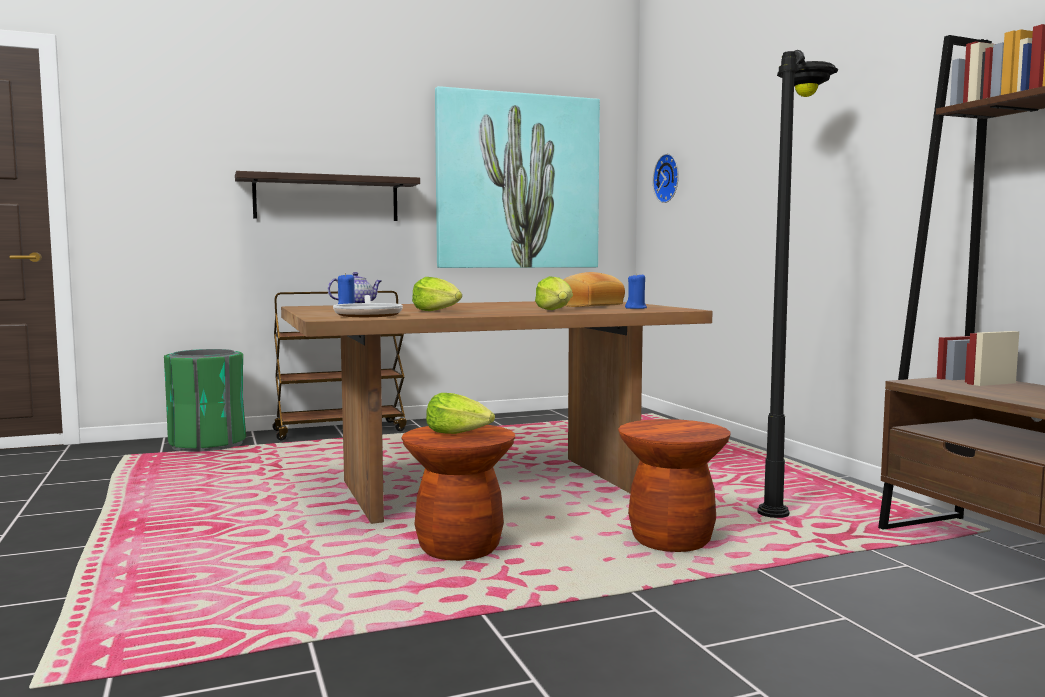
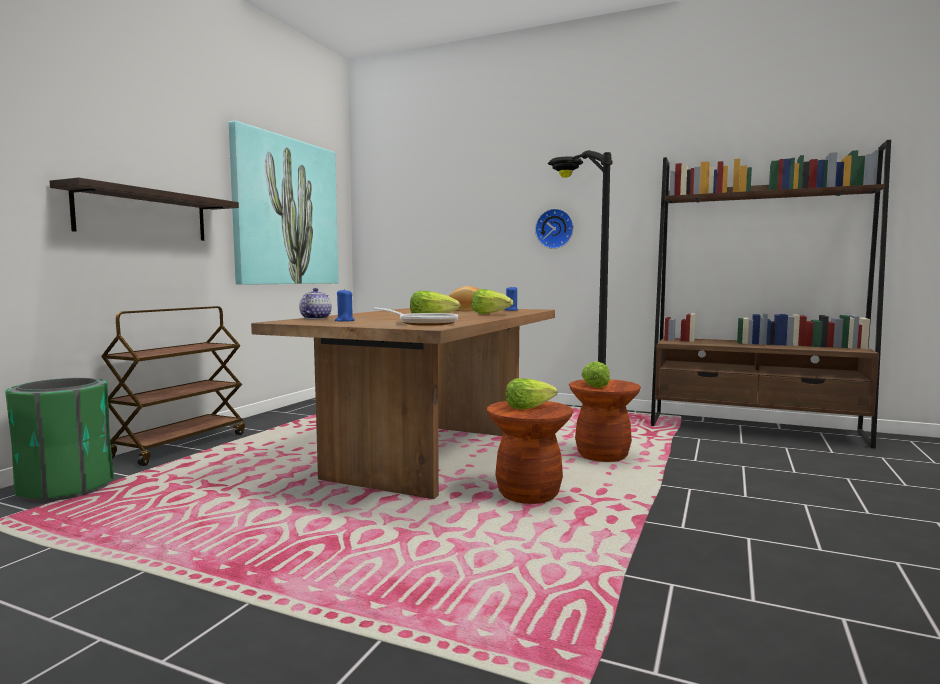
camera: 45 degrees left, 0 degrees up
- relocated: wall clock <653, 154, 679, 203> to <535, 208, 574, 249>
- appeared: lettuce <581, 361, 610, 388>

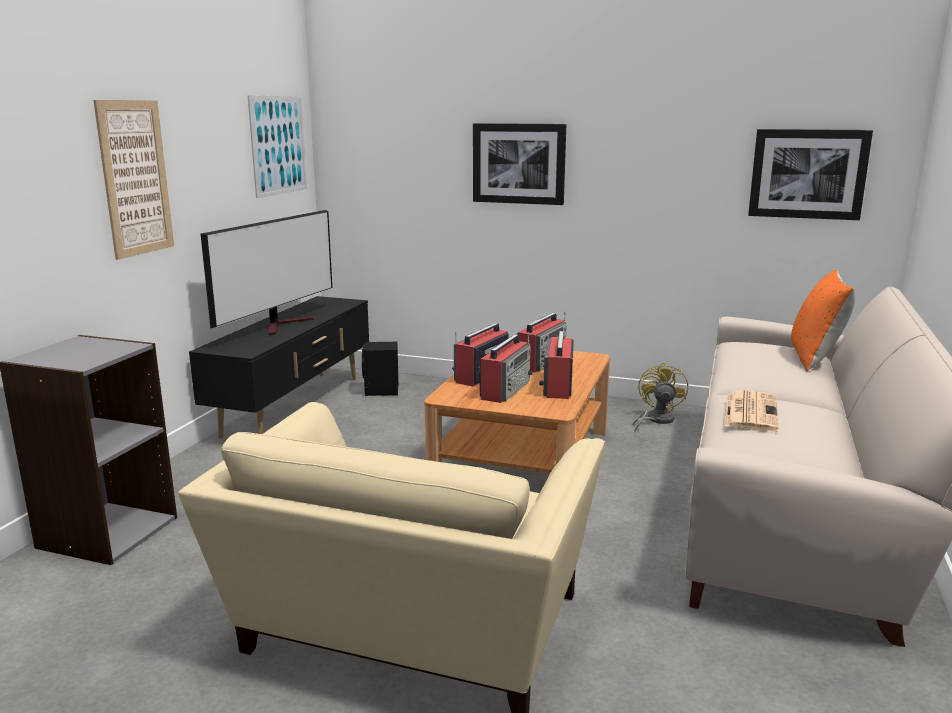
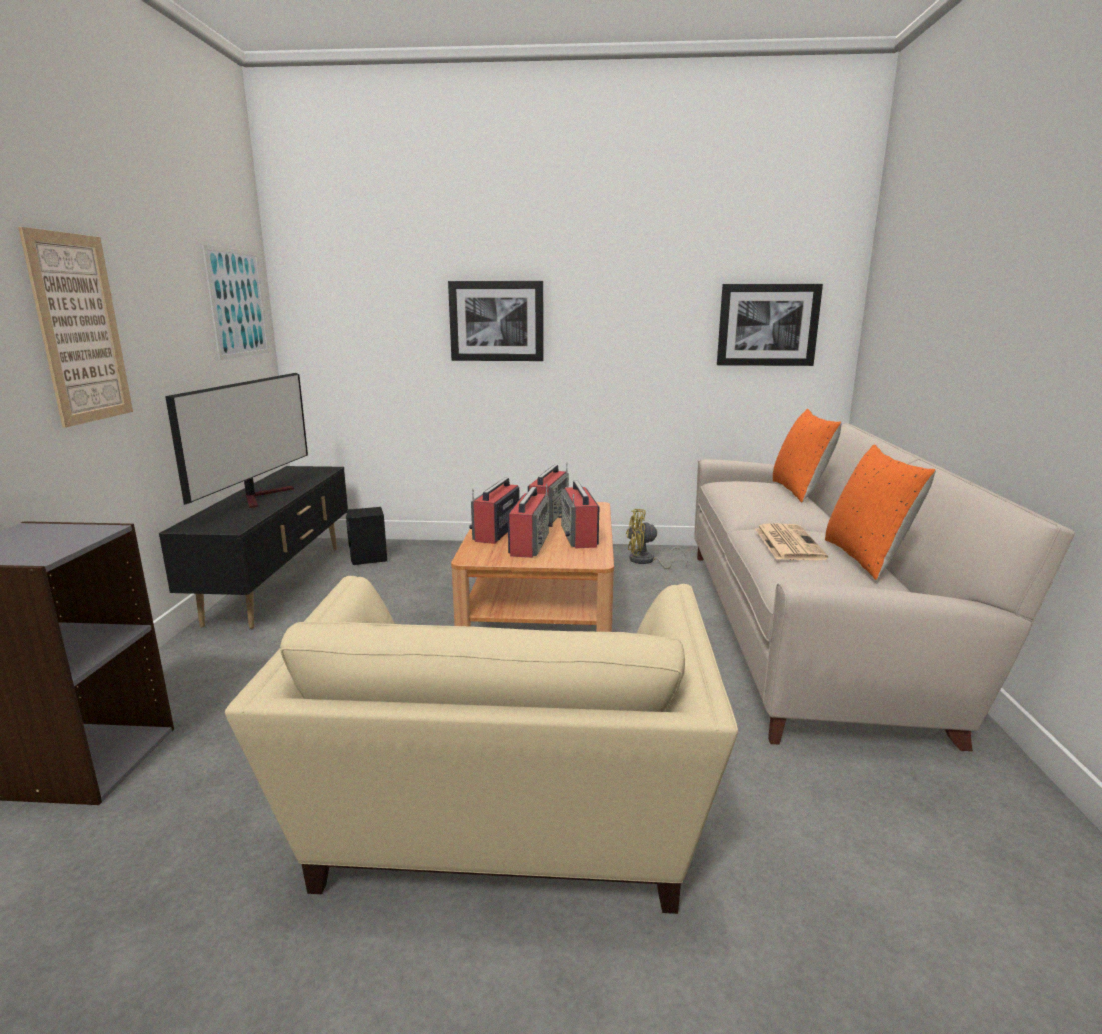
camera: 15 degrees left, 0 degrees up
- spun: yellow fan <632, 362, 688, 432> = <626, 509, 687, 569> 90 degrees counterclockwise
- appeared: orange pillow <825, 444, 936, 580>

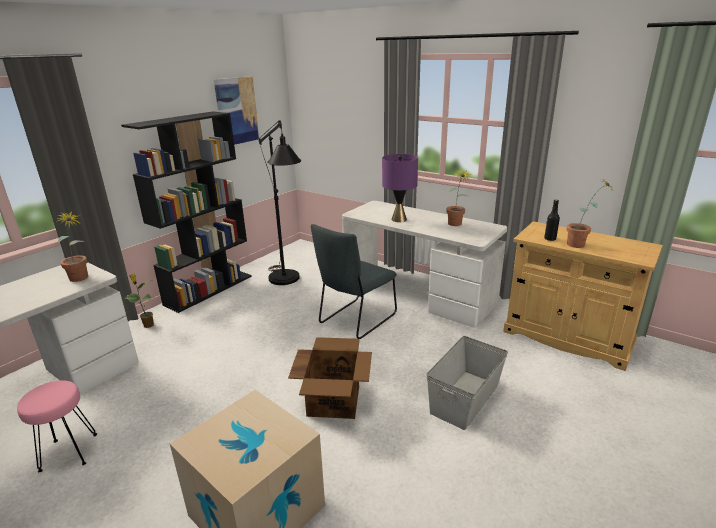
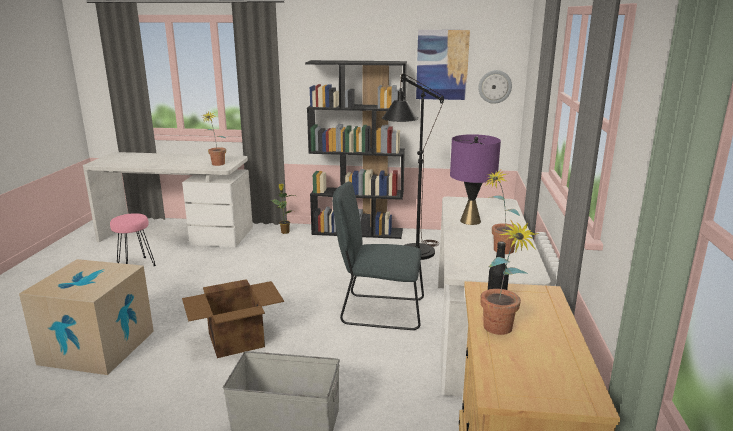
camera: 60 degrees right, 5 degrees down
- appeared: wall clock <478, 70, 512, 104>

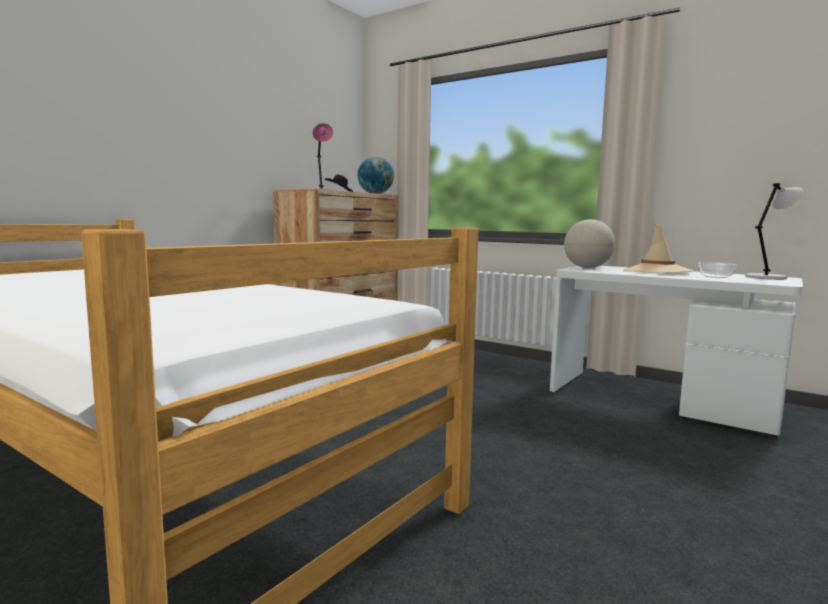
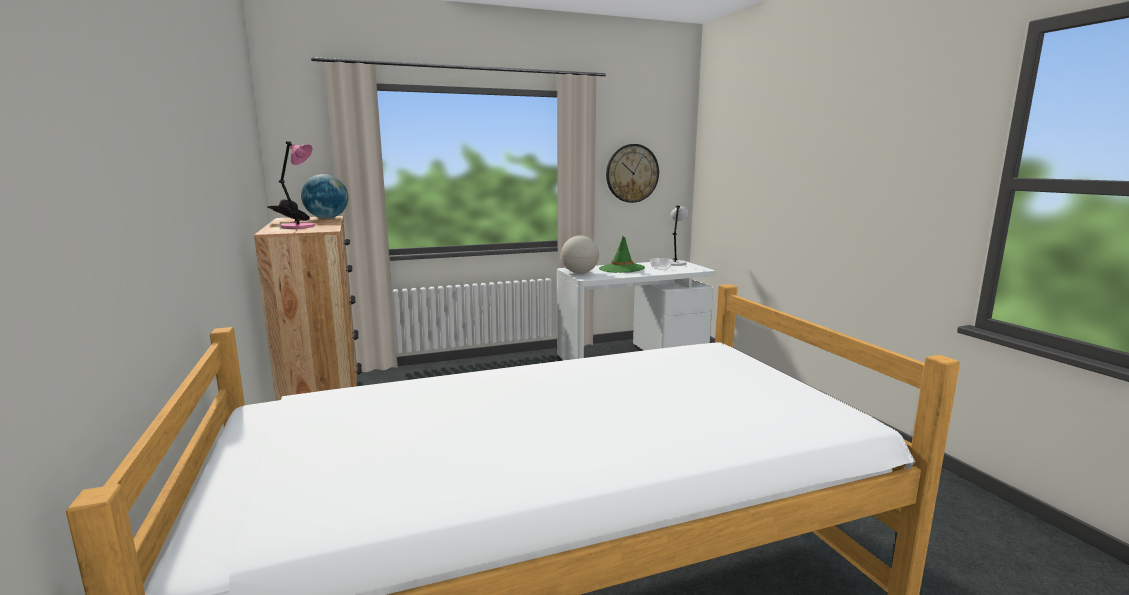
camera: 55 degrees left, 5 degrees up
- colour: beige hat <623, 223, 693, 273> to green hat <599, 236, 645, 273>
- appeared: wall clock <606, 144, 659, 203>

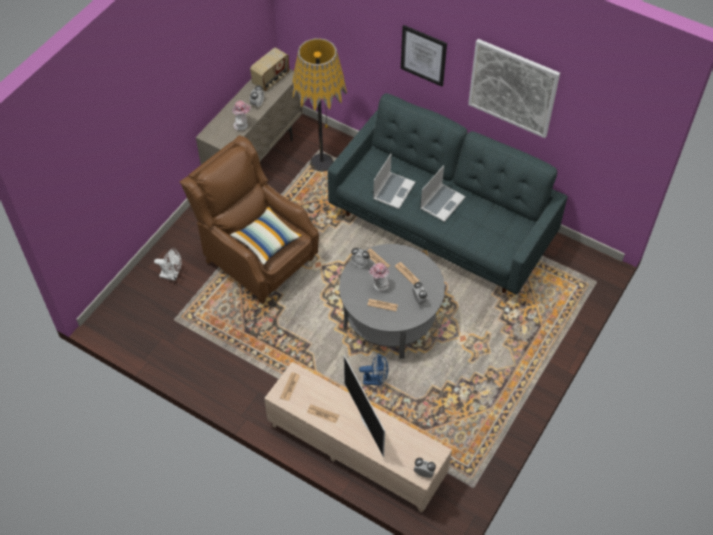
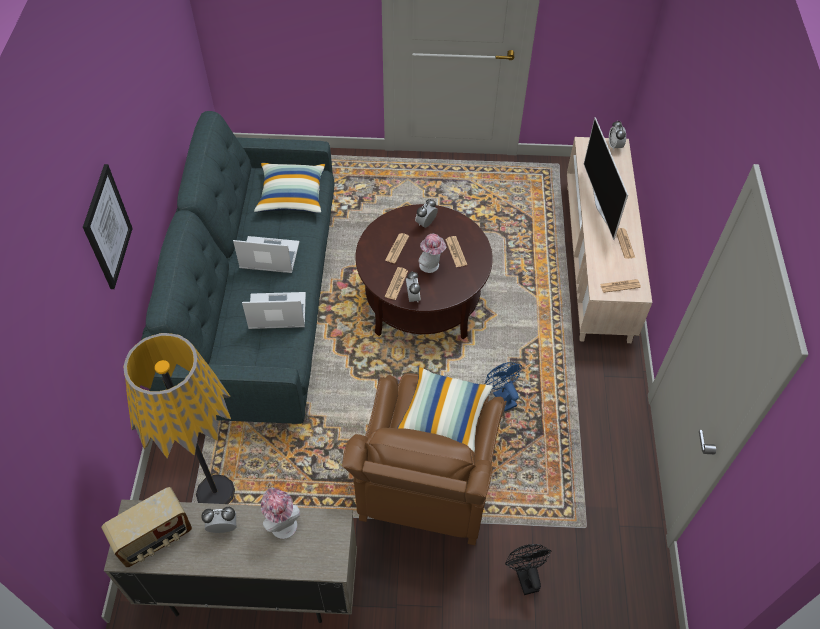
camera: 120 degrees left, 0 degrees up
- colour: white fan <154, 248, 182, 281> to black fan <505, 544, 551, 595>
- spun: radio <250, 47, 289, 91> = <101, 487, 192, 567> 135 degrees clockwise
- colour: grey coffee table <339, 244, 445, 359> to brown coffee table <355, 204, 493, 339>
- spun: television <344, 355, 385, 457> = <584, 117, 628, 240> 135 degrees clockwise
- relocated: blue fan <359, 353, 388, 386> to <485, 362, 522, 411>
- missing: picture <468, 39, 560, 138>
- appeared: pillow <254, 162, 325, 213>

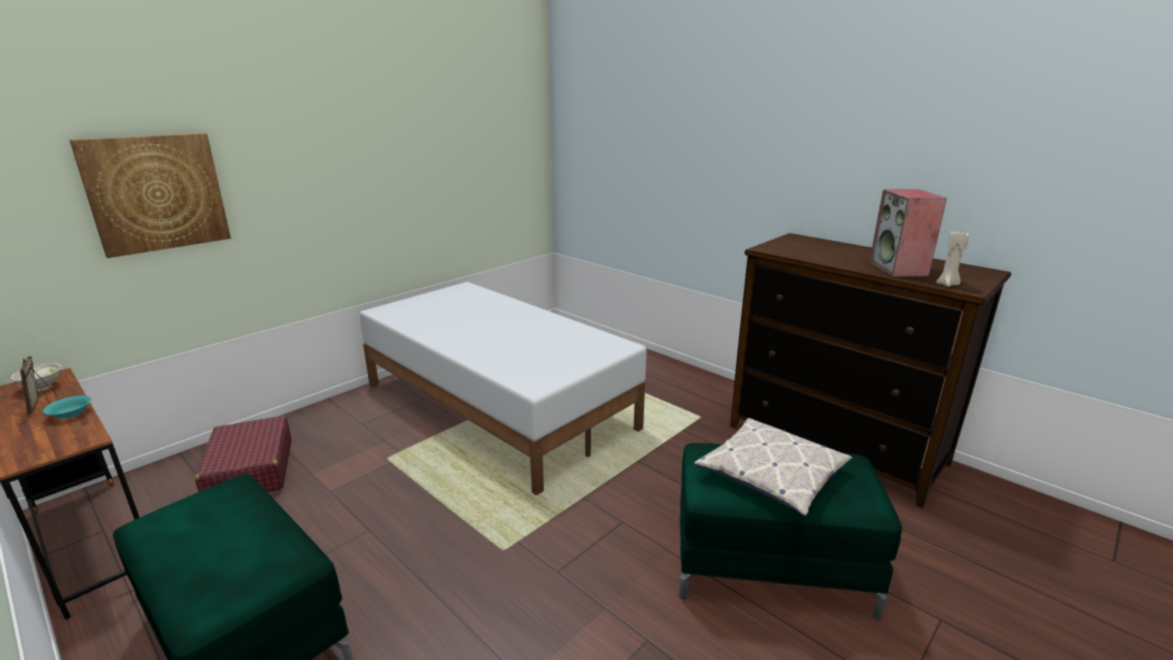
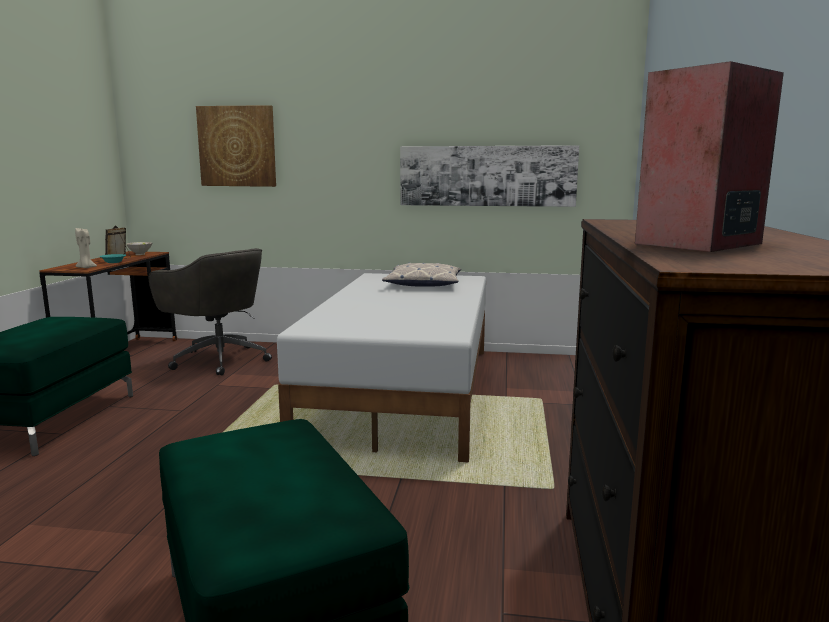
camera: 55 degrees right, 10 degrees down
- exchanged: red suitcase <195, 416, 291, 492> to grey office chair <149, 248, 272, 375>
- relocated: pillow <694, 418, 852, 516> to <382, 262, 461, 287>
- relocated: beige candle <936, 230, 969, 287> to <75, 228, 97, 268>
- appeared: picture <400, 145, 579, 207>

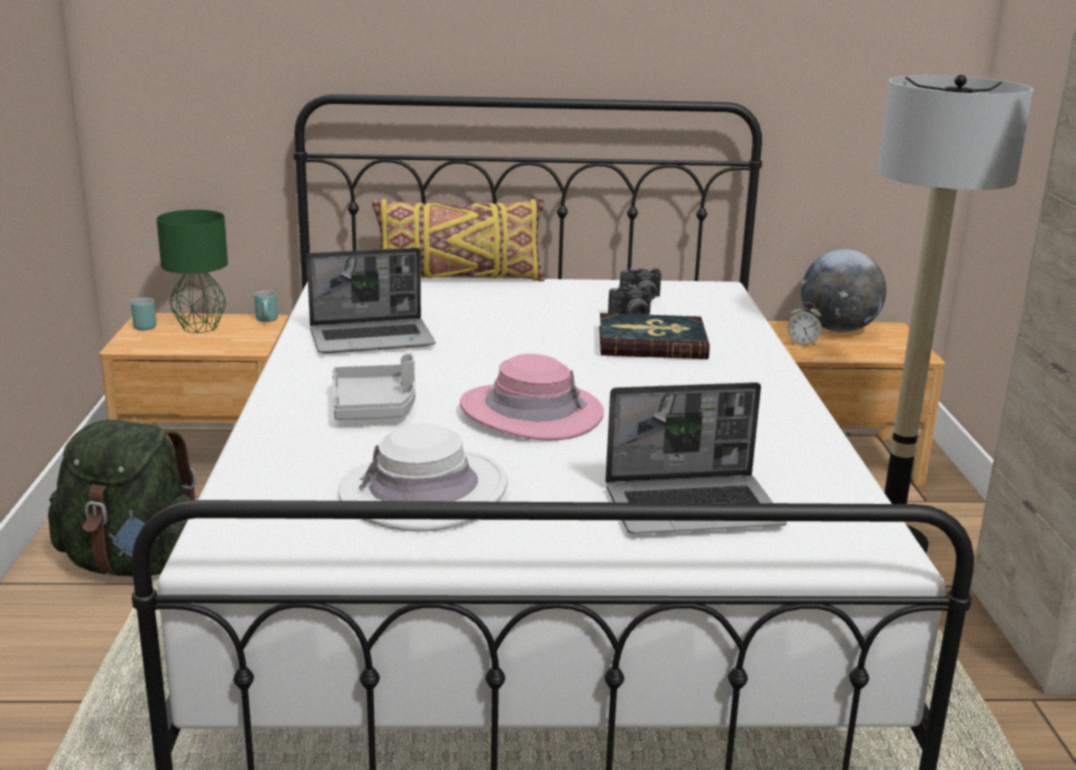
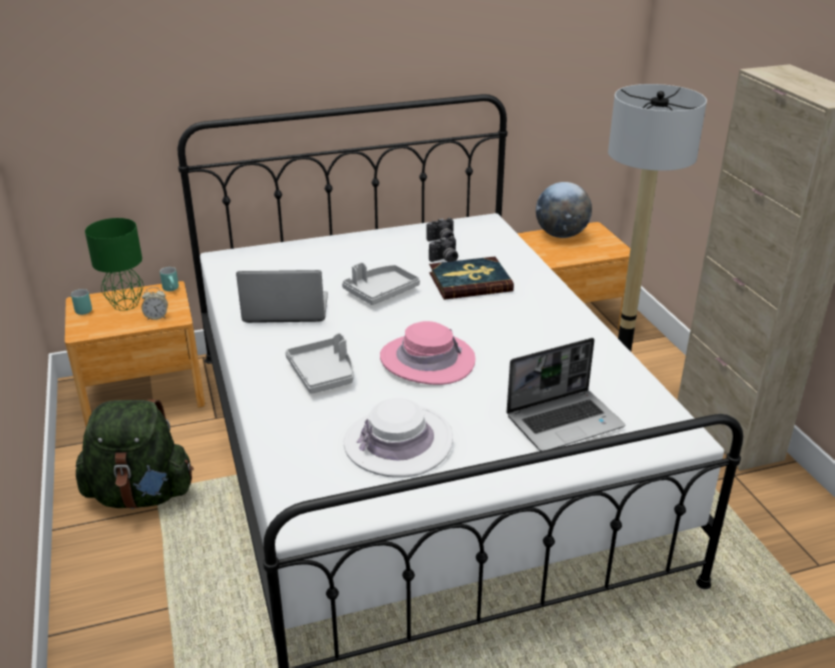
camera: 15 degrees left, 10 degrees up
- spun: laptop <307, 248, 436, 353> = <236, 270, 328, 323> 150 degrees counterclockwise
- missing: yellow pillow <372, 198, 545, 281>
- relocated: alarm clock <788, 302, 822, 346> to <142, 287, 168, 320>
- appeared: grey tray <342, 262, 420, 305>

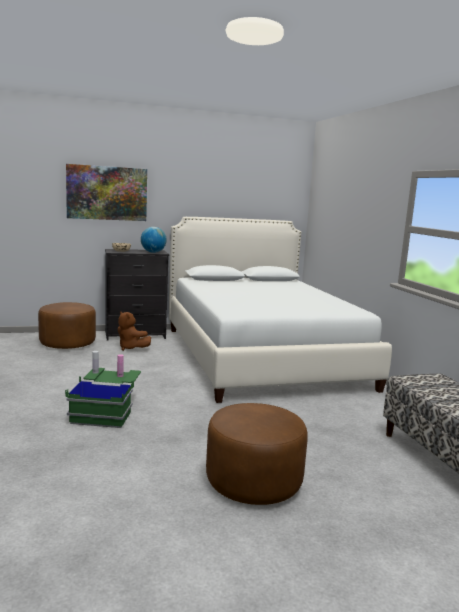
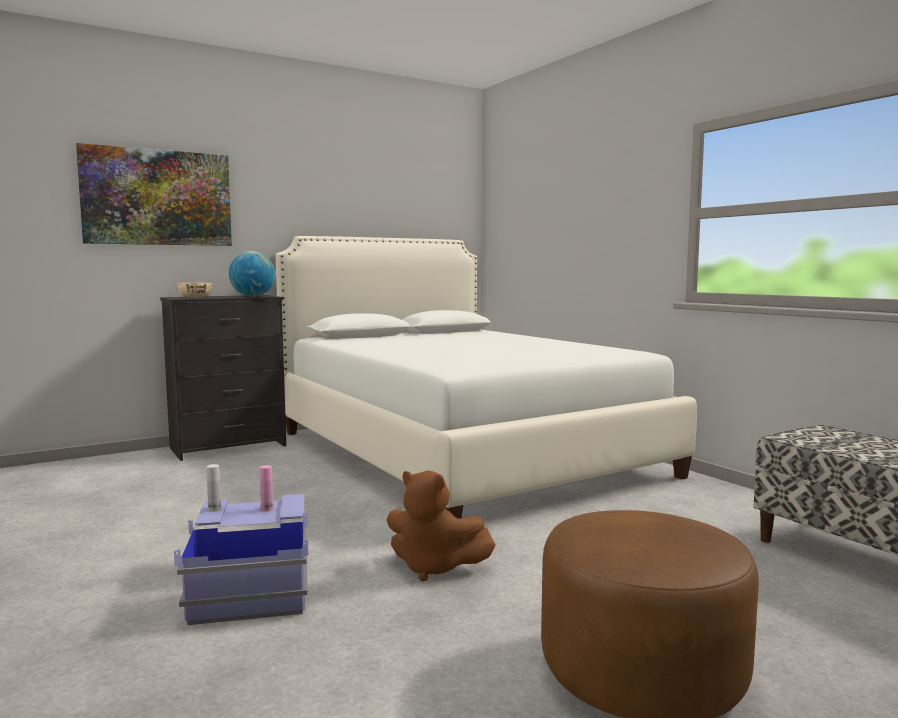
camera: 15 degrees left, 5 degrees down
- missing: brown ottoman <38, 302, 96, 349>
- colour: green storage box <65, 368, 141, 428> to blue storage box <174, 494, 309, 625>
- relocated: brown plush toy <118, 311, 151, 351> to <387, 471, 496, 581>

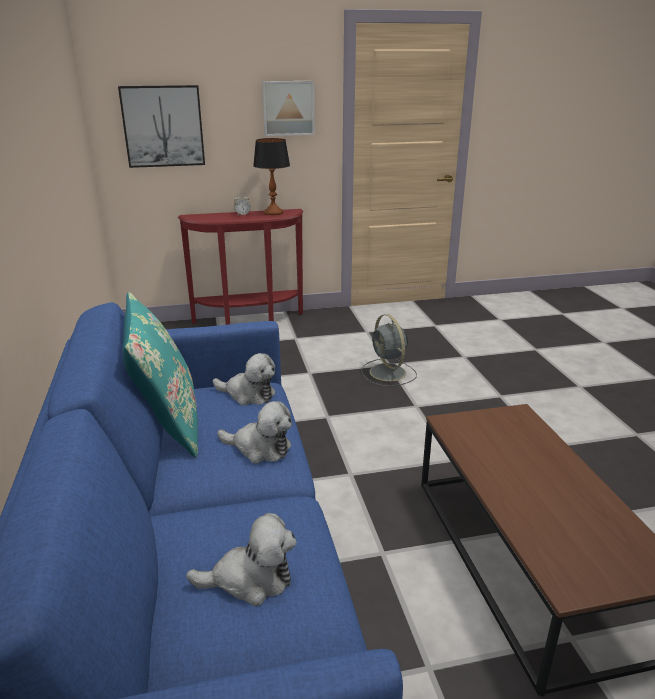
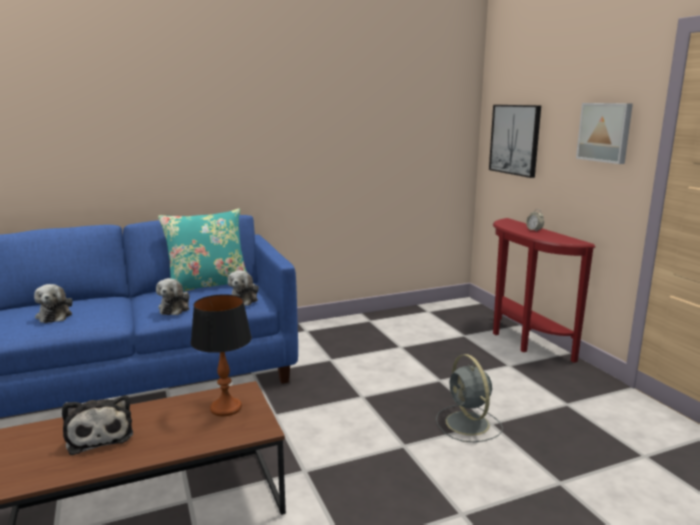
camera: 80 degrees right, 10 degrees down
- relocated: table lamp <253, 138, 290, 215> to <191, 294, 252, 416>
- spun: grey fan <361, 314, 417, 386> = <436, 354, 503, 442> 75 degrees counterclockwise
- appeared: plush toy <62, 395, 133, 455>

